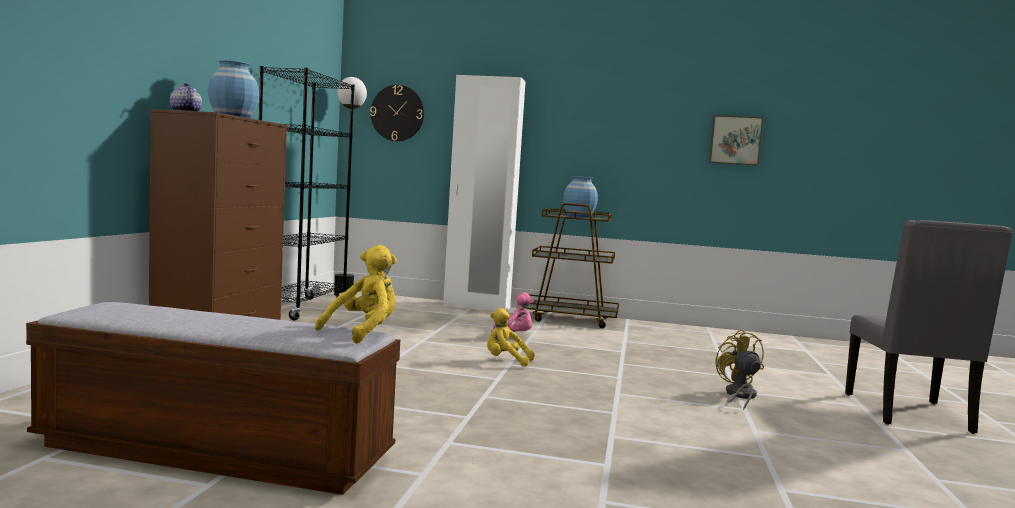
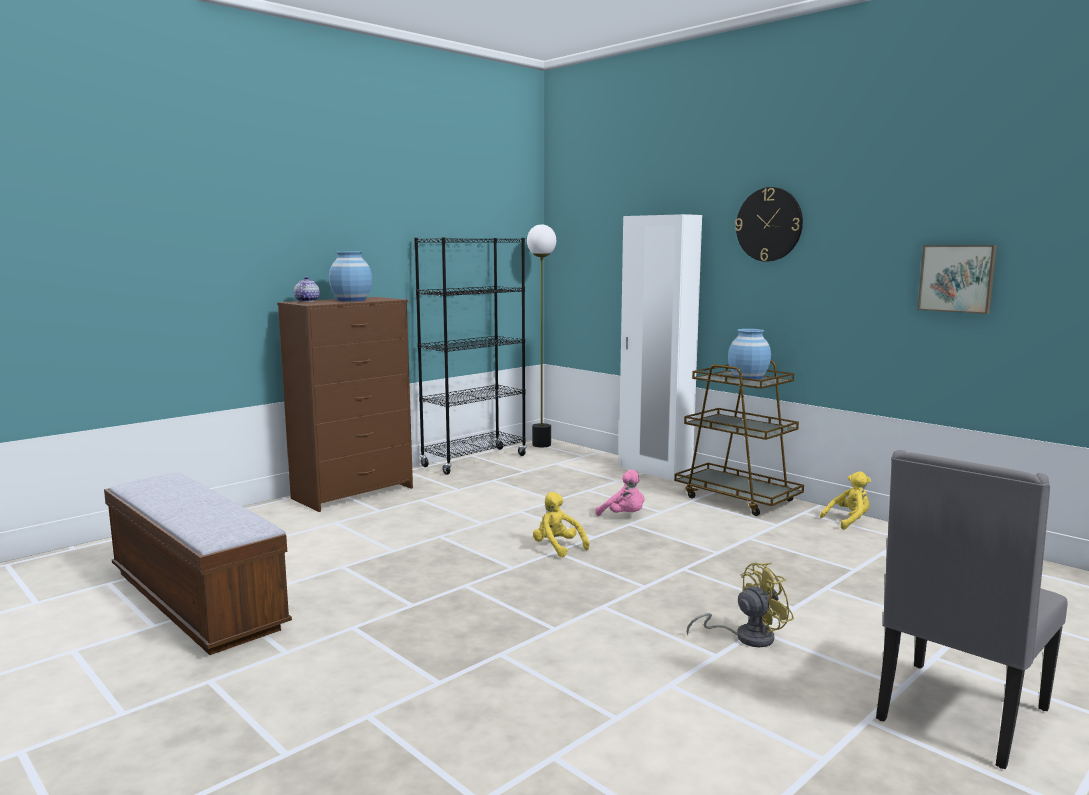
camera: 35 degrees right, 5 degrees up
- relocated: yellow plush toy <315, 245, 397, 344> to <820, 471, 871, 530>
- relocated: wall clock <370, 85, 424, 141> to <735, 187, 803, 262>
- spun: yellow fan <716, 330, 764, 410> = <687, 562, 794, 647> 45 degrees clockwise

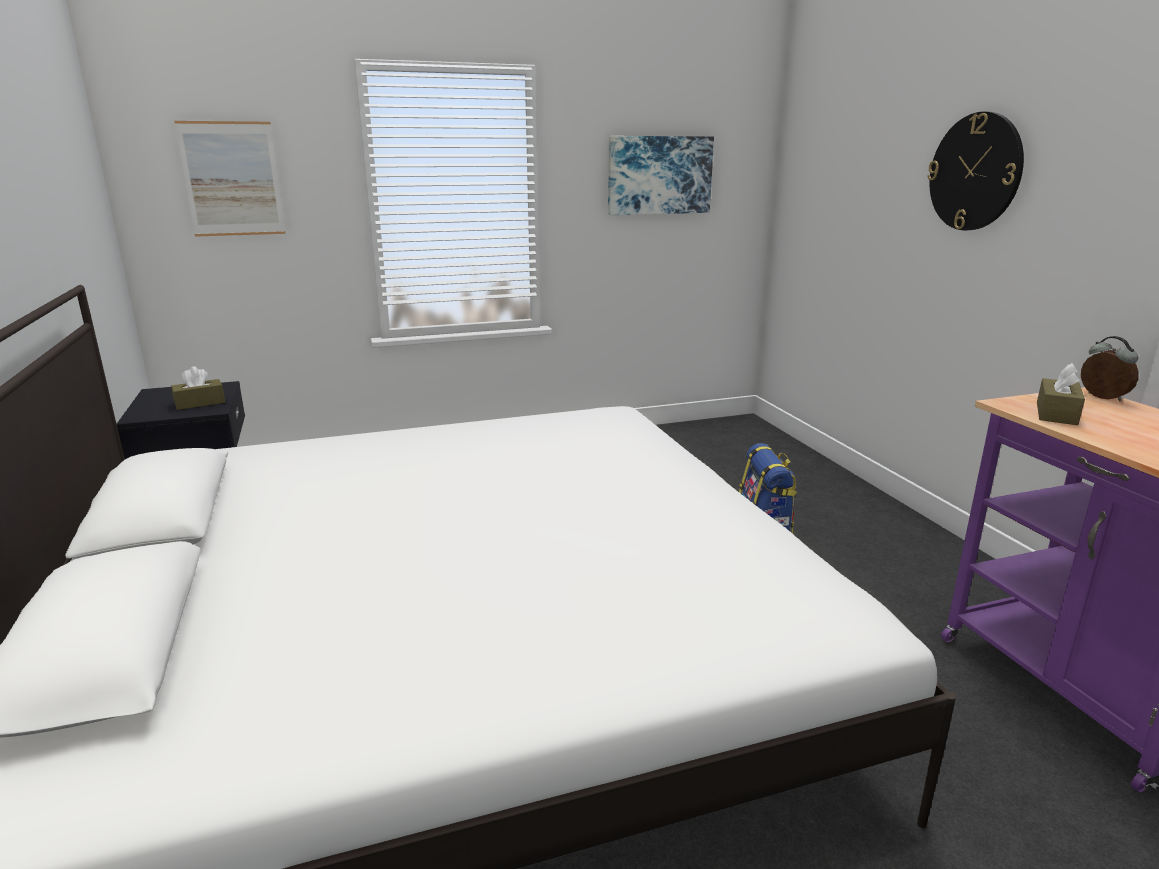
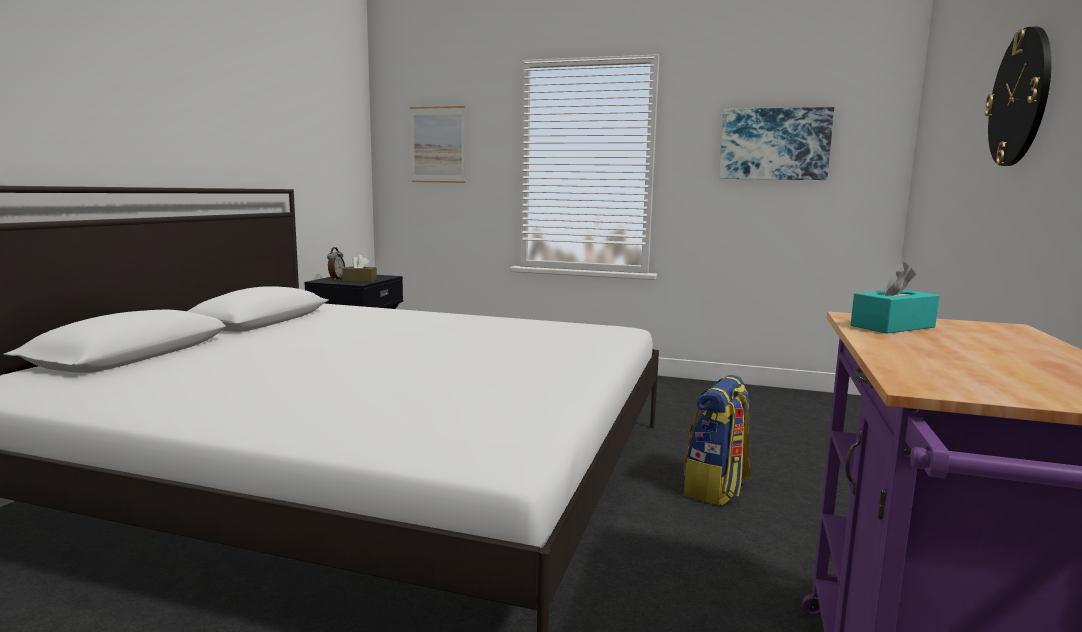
camera: 35 degrees right, 10 degrees down
- colour: brown tissue box <1037, 363, 1085, 425> to turquoise tissue box <851, 262, 939, 334>
- relocated: alarm clock <1081, 336, 1139, 402> to <327, 247, 345, 280>

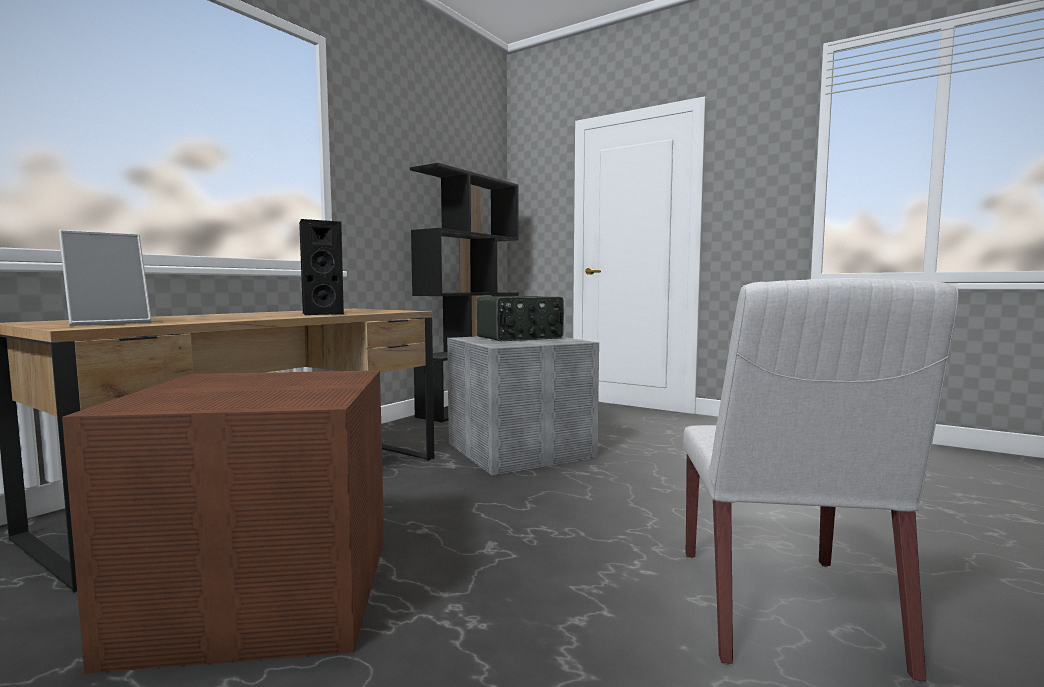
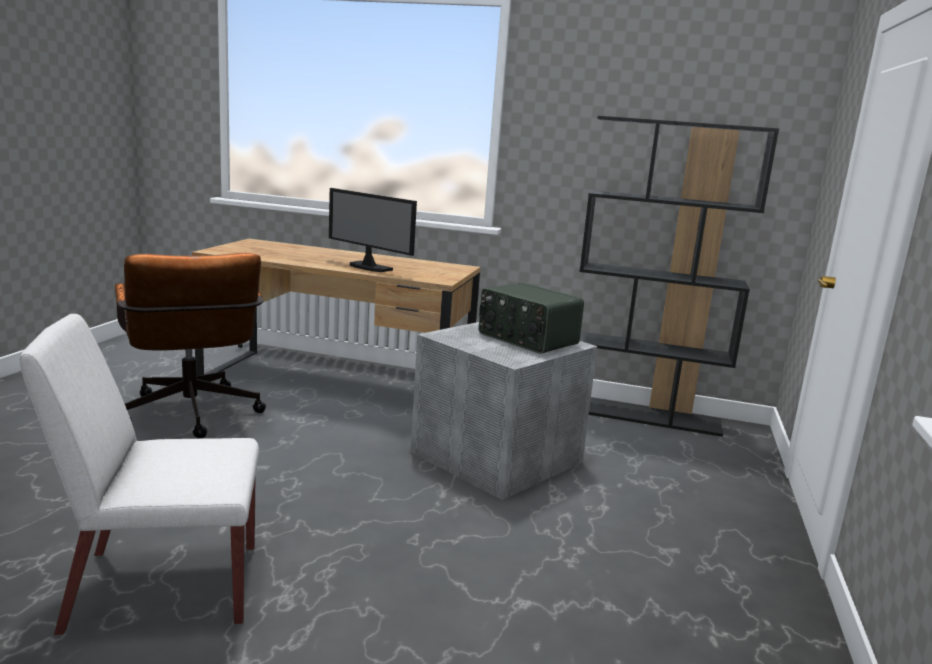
camera: 70 degrees right, 10 degrees up
- missing: picture frame <59, 230, 152, 326>
- exchanged: brown storage box <62, 370, 384, 674> to brown office chair <115, 253, 266, 439>
- exchanged: black speaker <299, 219, 344, 315> to monitor <329, 188, 417, 272>

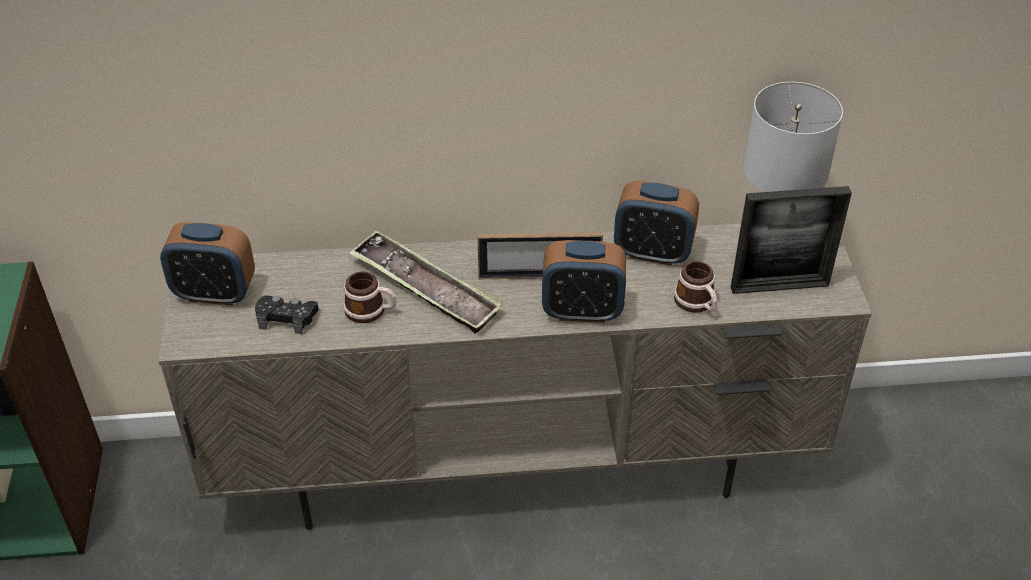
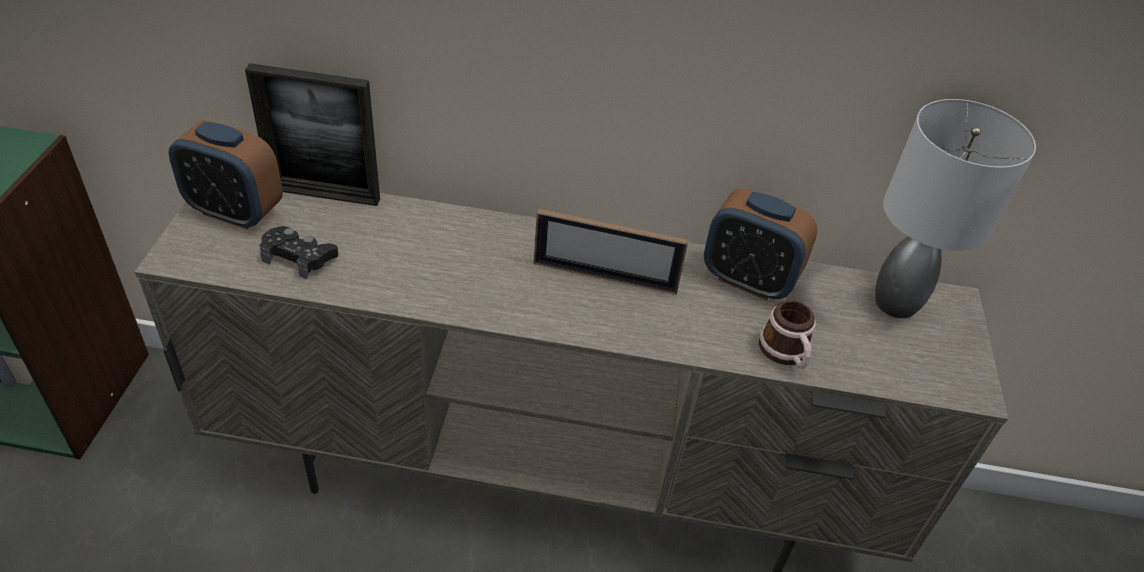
camera: 10 degrees right, 0 degrees up
- missing: mug <343, 272, 397, 323>
- missing: tray <349, 231, 503, 334>
- missing: alarm clock <542, 240, 626, 323>
- relocated: picture frame <731, 186, 852, 294> to <245, 63, 380, 206>

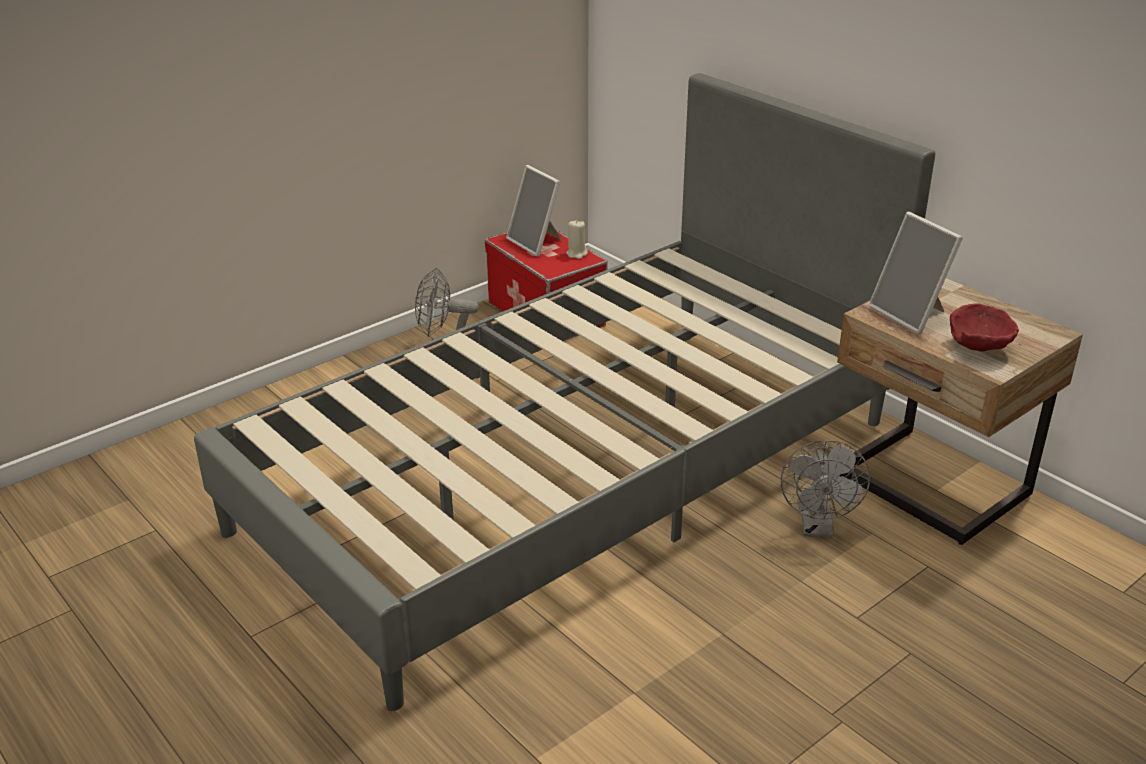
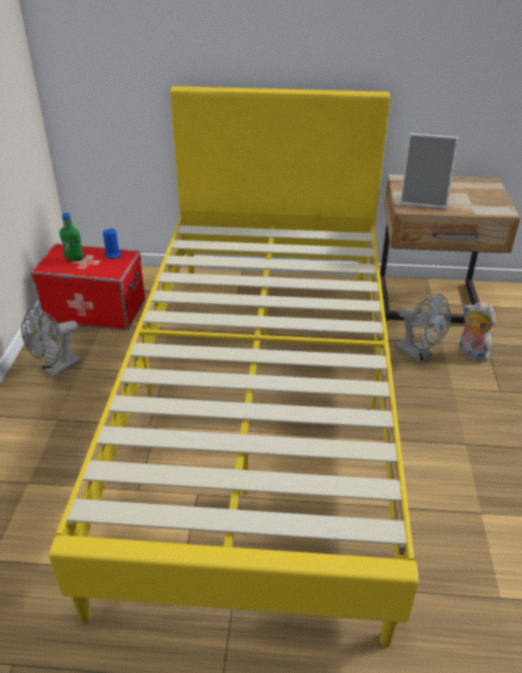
camera: 45 degrees left, 5 degrees up
- colour: grey bed <194, 73, 935, 711> to yellow bed <49, 86, 419, 647>
- exchanged: picture frame <506, 165, 562, 257> to green bottle <59, 213, 84, 261>
- colour: beige candle <566, 221, 588, 259> to blue candle <103, 228, 122, 259>
- missing: red bowl <950, 303, 1019, 352>
- appeared: plush toy <459, 302, 495, 362>

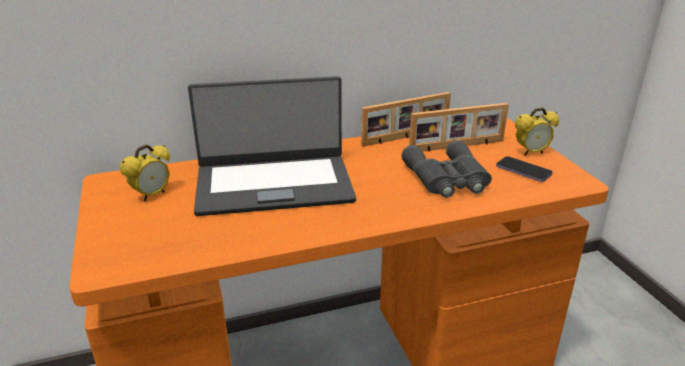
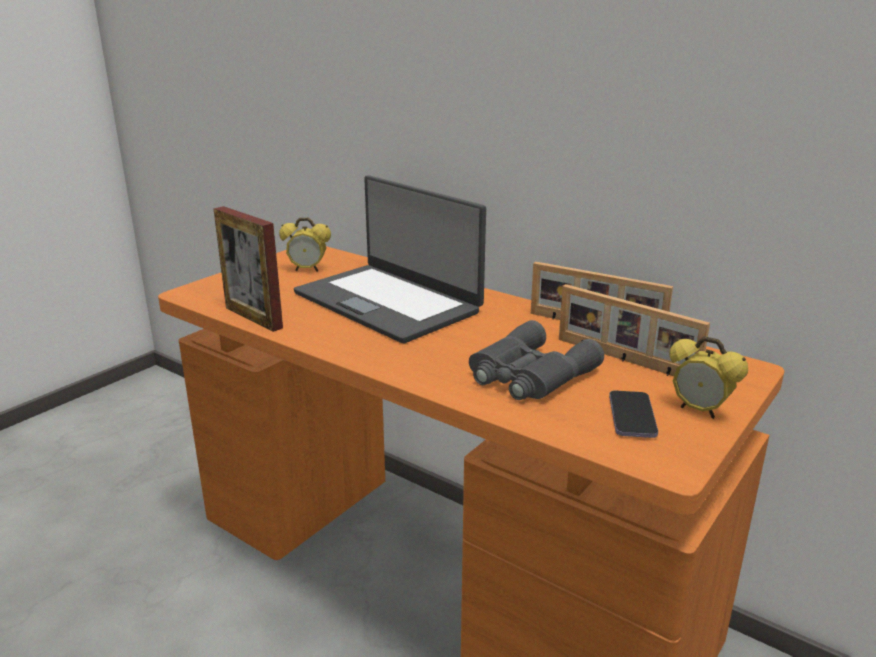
camera: 55 degrees right, 5 degrees down
- appeared: picture frame <214, 206, 283, 332>

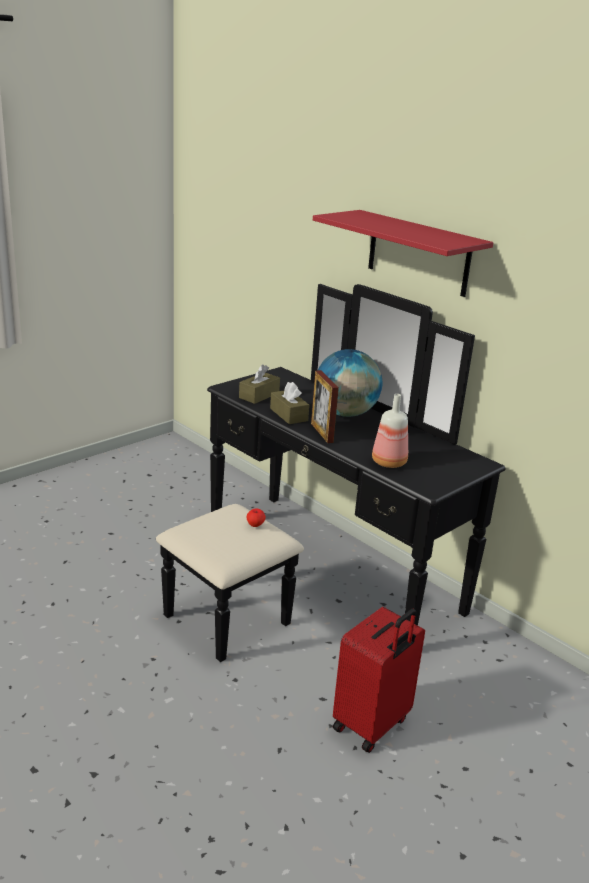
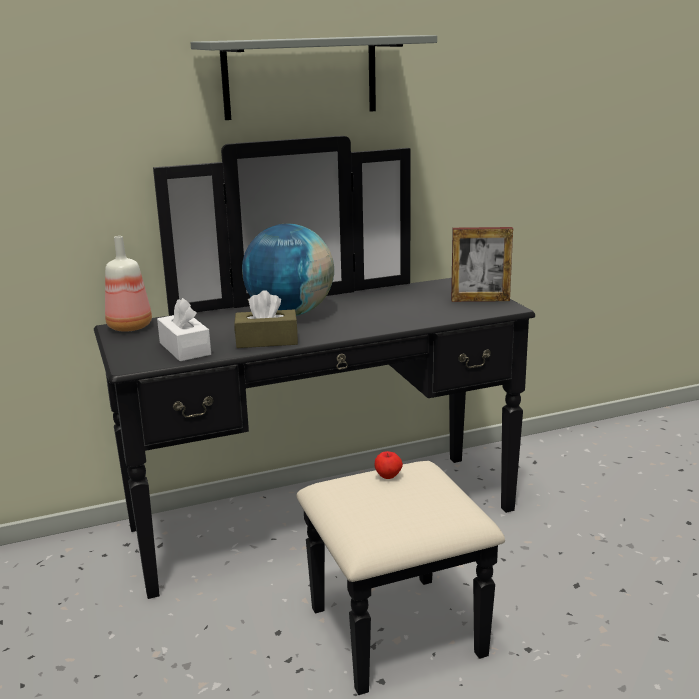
camera: 65 degrees left, 5 degrees down
- colour: brown tissue box <239, 364, 280, 404> to white tissue box <157, 298, 211, 361>
- relocated: picture frame <311, 370, 339, 443> to <451, 227, 513, 302>
- colour: red shelf <313, 210, 493, 297> to grey shelf <190, 35, 437, 120>
- missing: red suitcase <333, 607, 425, 753>
- relocated: bottle <372, 394, 408, 468> to <105, 236, 152, 332>

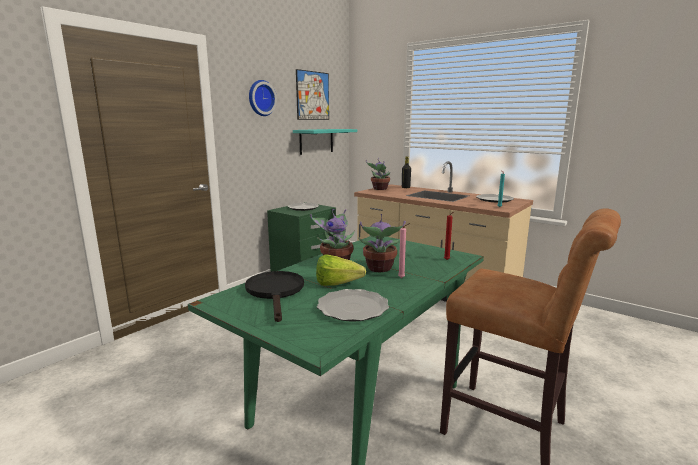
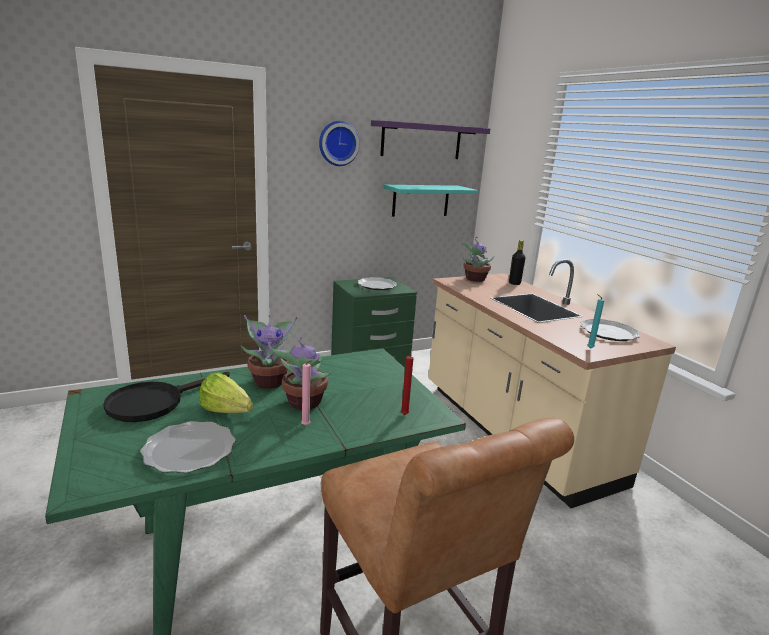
camera: 25 degrees right, 5 degrees up
- spun: black frying pan <245, 271, 304, 322> = <103, 372, 230, 422> 150 degrees counterclockwise
- exchanged: picture <296, 69, 329, 120> to purple shelf <371, 120, 490, 159>

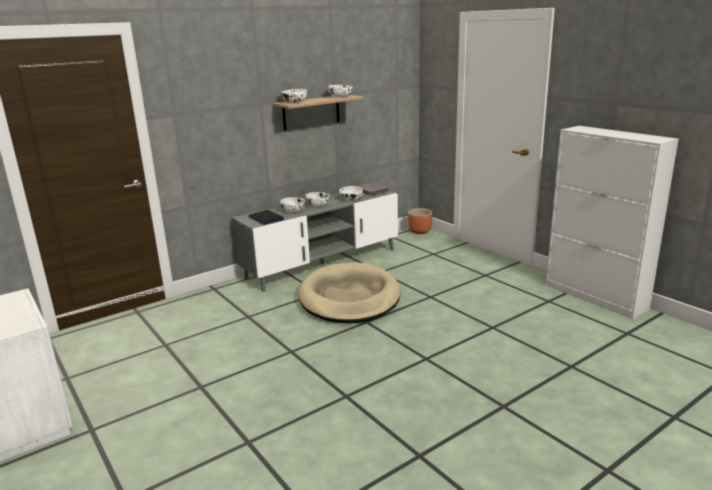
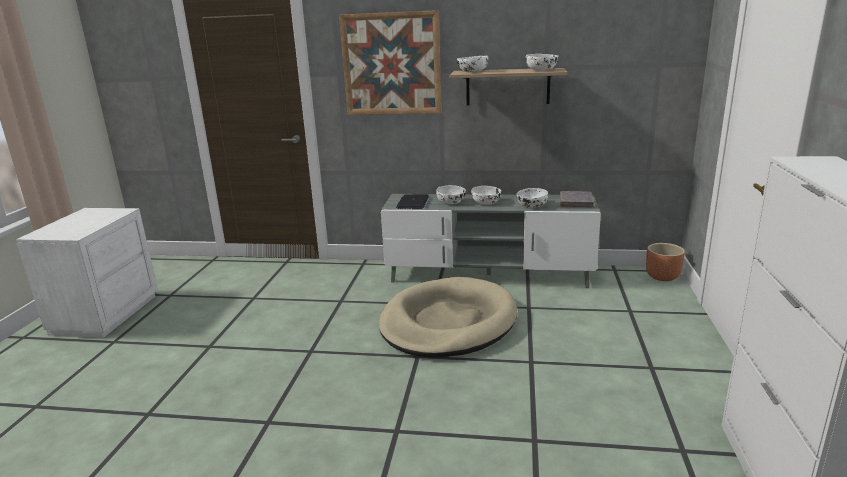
camera: 45 degrees right, 0 degrees up
- appeared: picture <339, 10, 442, 115>

